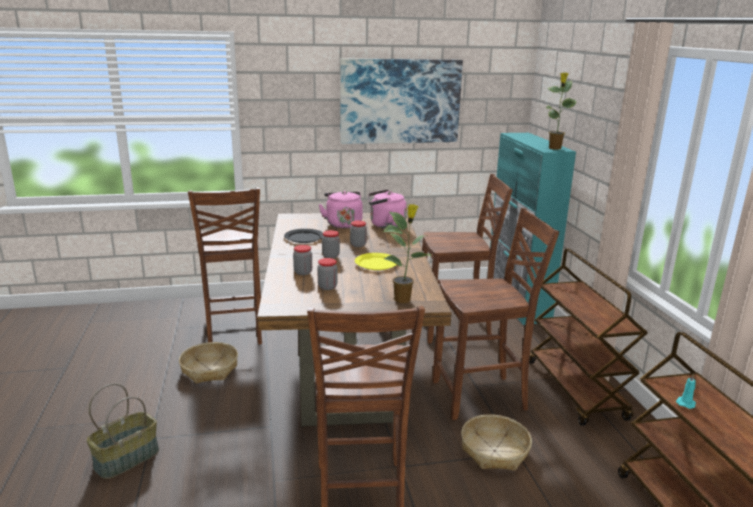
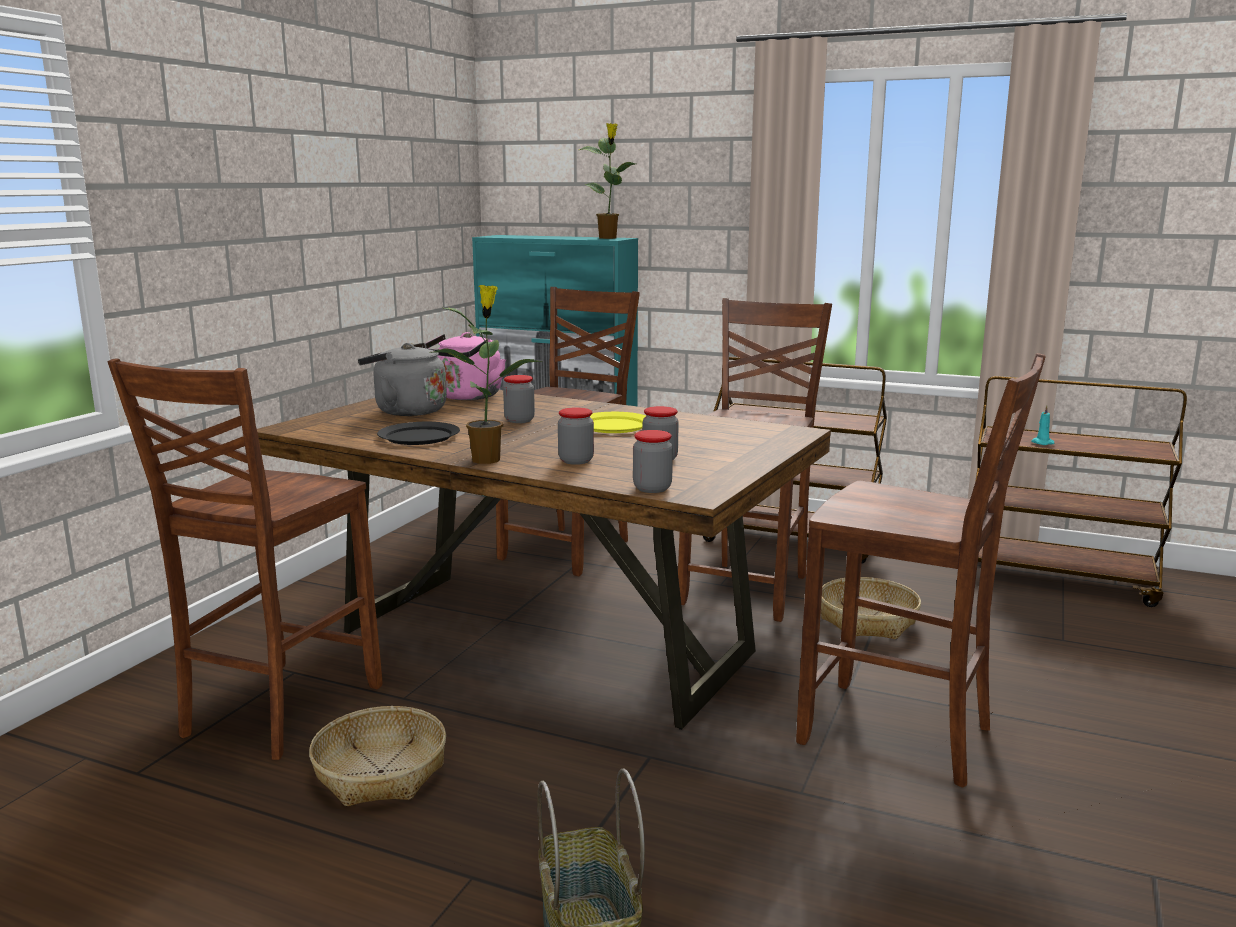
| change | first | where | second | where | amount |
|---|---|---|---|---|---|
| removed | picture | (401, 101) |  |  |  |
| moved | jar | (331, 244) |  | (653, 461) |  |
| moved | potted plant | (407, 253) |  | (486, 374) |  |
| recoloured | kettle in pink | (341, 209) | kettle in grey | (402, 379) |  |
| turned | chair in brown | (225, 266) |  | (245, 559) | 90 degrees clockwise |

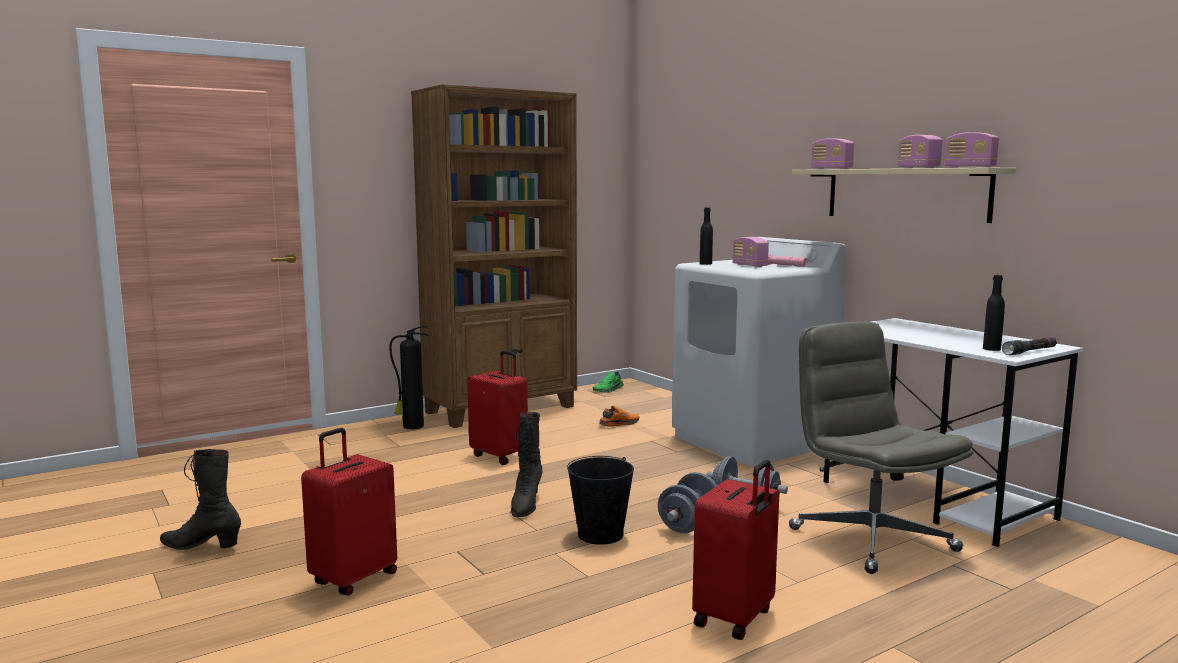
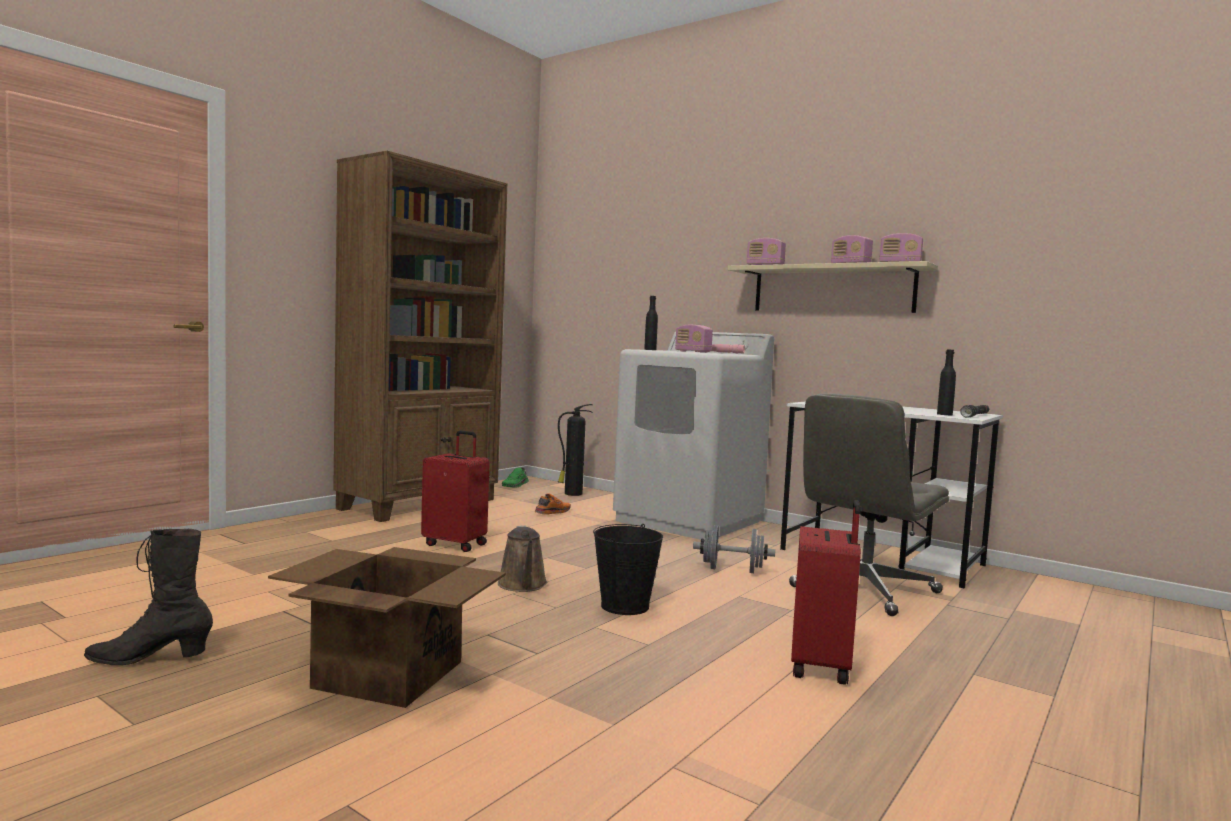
| change | first | where | second | where | amount |
|---|---|---|---|---|---|
| removed | dumbbell in grey | (687, 502) |  |  |  |
| moved | fire extinguisher | (408, 378) |  | (575, 450) |  |
| replaced | suitcase in red | (349, 512) | cardboard box | (387, 627) |  |
| replaced | boot in black | (526, 464) | watering can in brown | (522, 559) |  |
| turned | office chair in grey | (881, 447) |  | (869, 504) | 90 degrees counterclockwise |

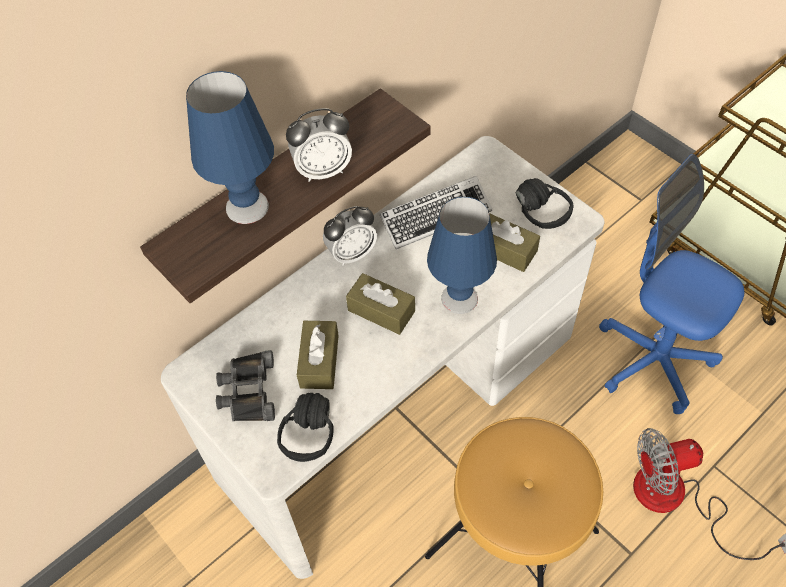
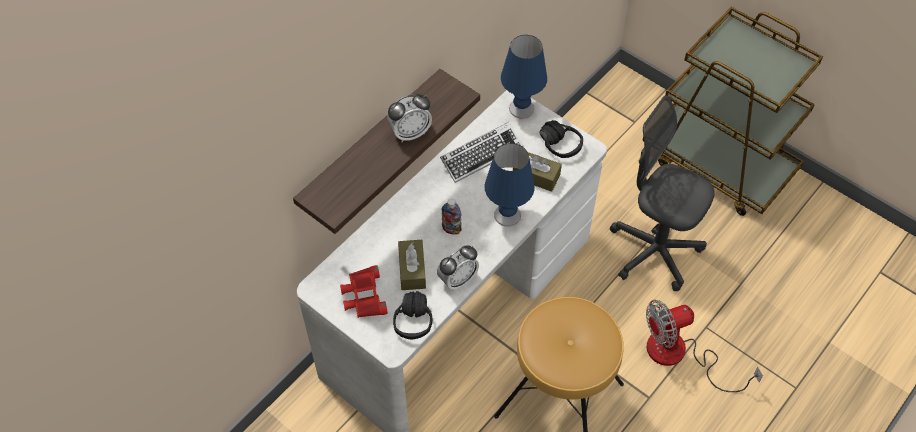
| change | first | where | second | where | amount |
|---|---|---|---|---|---|
| moved | table lamp in blue | (230, 147) |  | (524, 76) |  |
| moved | alarm clock | (350, 236) |  | (458, 268) |  |
| replaced | tissue box in brown | (380, 304) | bottle | (451, 217) |  |
| recoloured | binoculars in black | (245, 385) | binoculars in red | (364, 291) |  |
| recoloured | office chair in blue | (671, 284) | office chair in grey | (662, 193) |  |

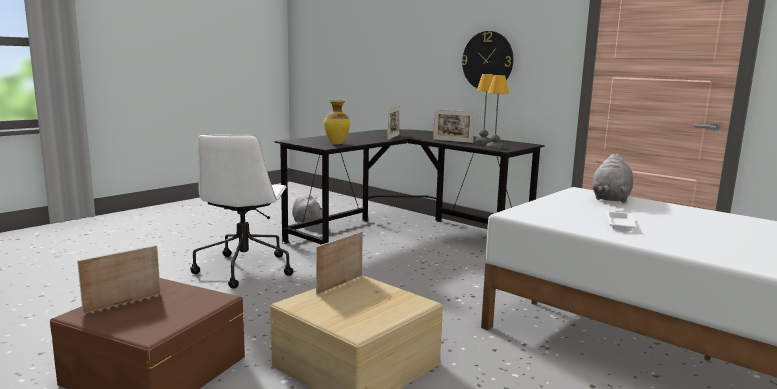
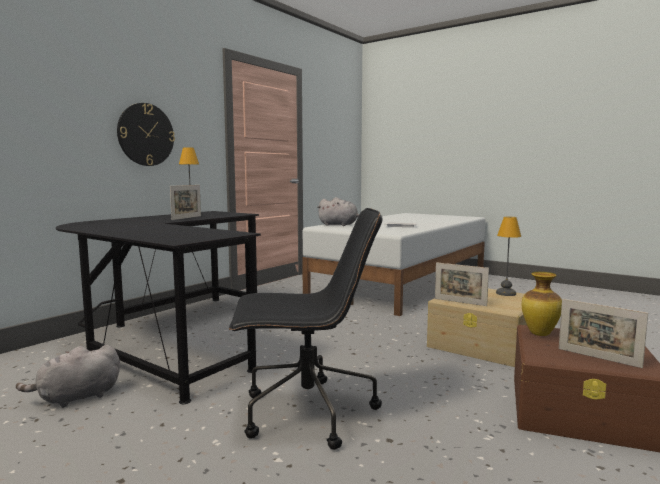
| change | first | where | second | where | amount |
|---|---|---|---|---|---|
| removed | picture frame | (393, 123) |  |  |  |
| moved | vase | (337, 122) |  | (542, 304) |  |
| moved | table lamp | (497, 112) |  | (508, 256) |  |
| recoloured | office chair in white | (241, 211) | office chair in black | (306, 329) |  |

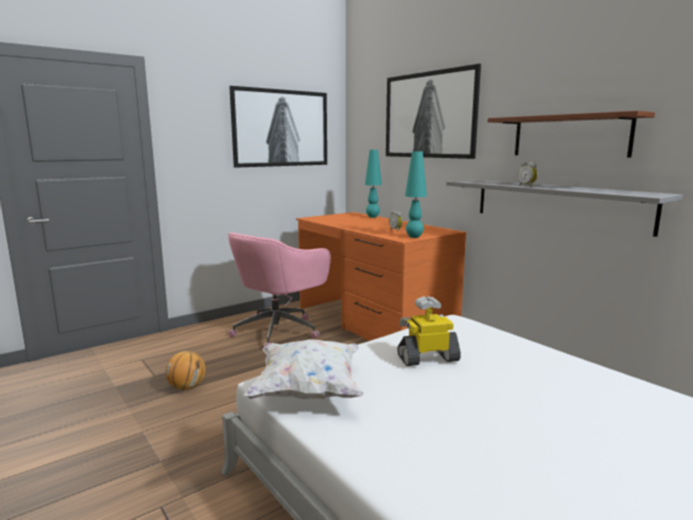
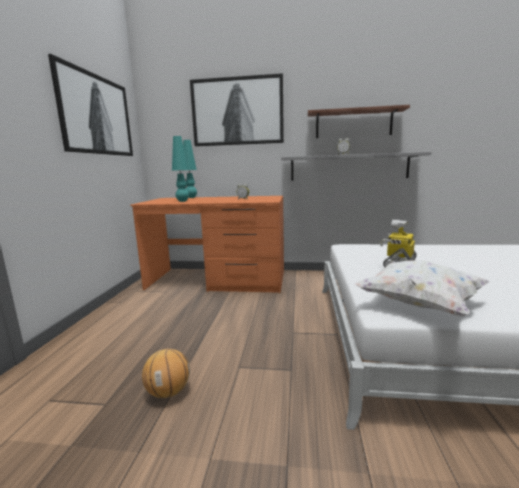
| change | first | where | second | where | amount |
|---|---|---|---|---|---|
| removed | office chair in pink | (279, 289) |  |  |  |
| moved | table lamp in turquoise | (416, 194) |  | (180, 169) |  |

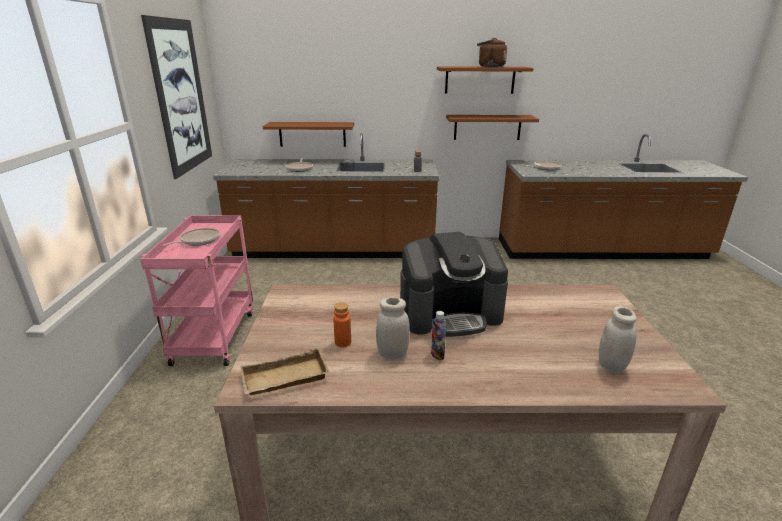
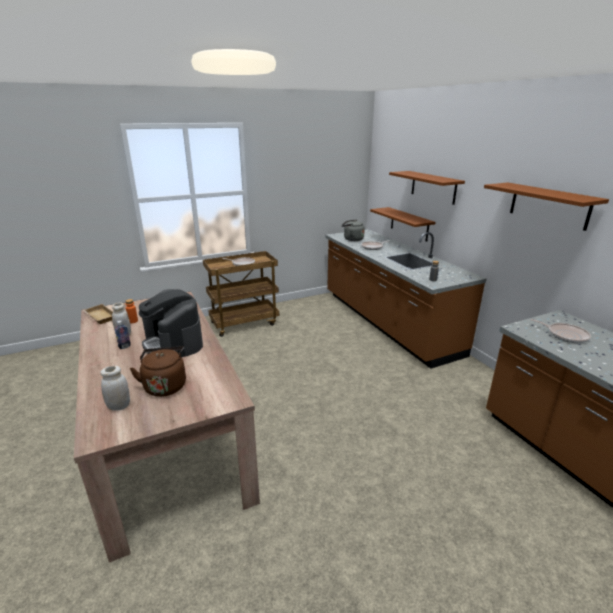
| change | first | where | second | where | amount |
|---|---|---|---|---|---|
| removed | picture | (176, 97) |  |  |  |
| added |  |  | kettle in grey | (353, 230) |  |
| moved | shelf in brown | (492, 127) |  | (427, 188) |  |
| moved | kettle in brown | (492, 52) |  | (158, 371) |  |
| recoloured | cart in pink | (196, 290) | cart in brown | (241, 294) |  |

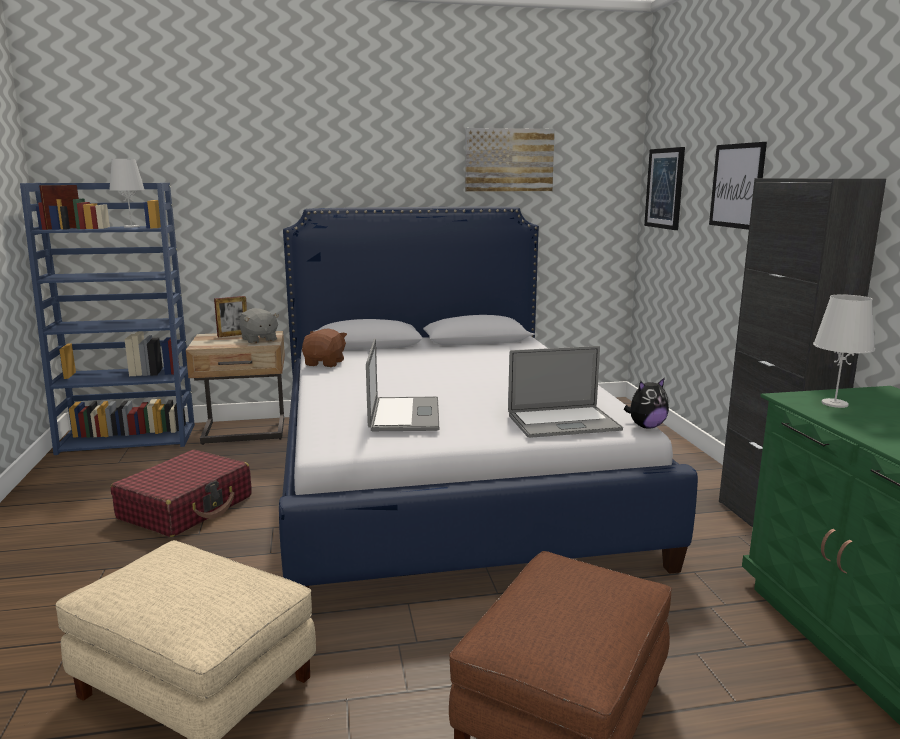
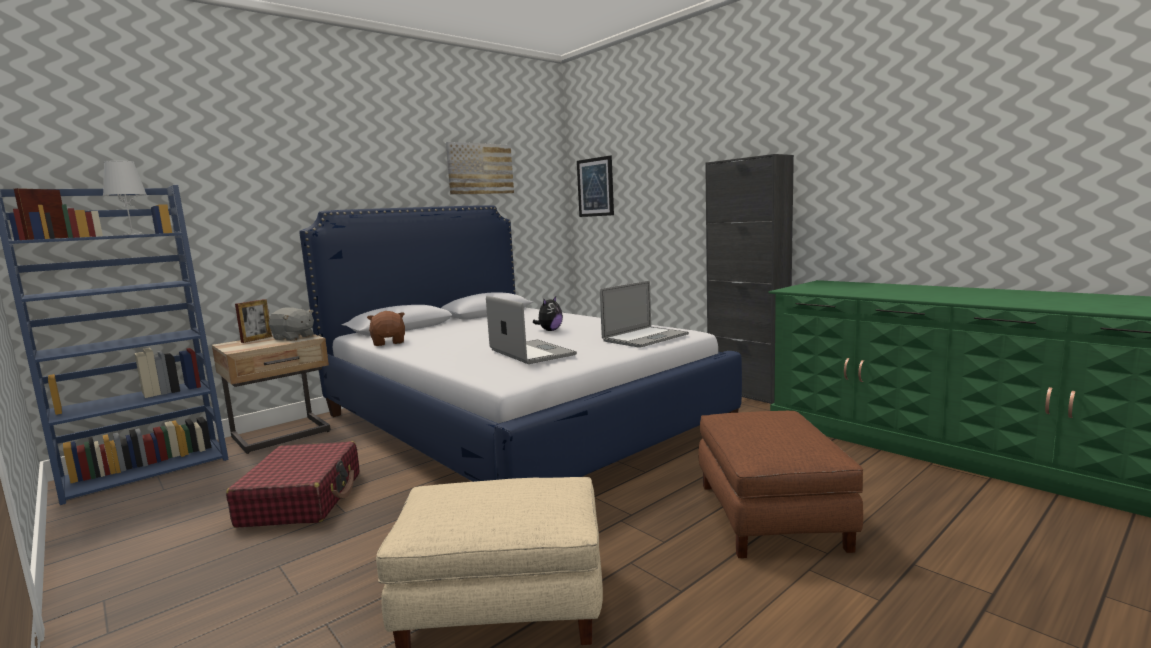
| change | first | where | second | where | amount |
|---|---|---|---|---|---|
| removed | picture | (738, 186) |  |  |  |
| removed | table lamp in white | (844, 351) |  |  |  |
| moved | plush toy | (646, 403) |  | (547, 313) |  |

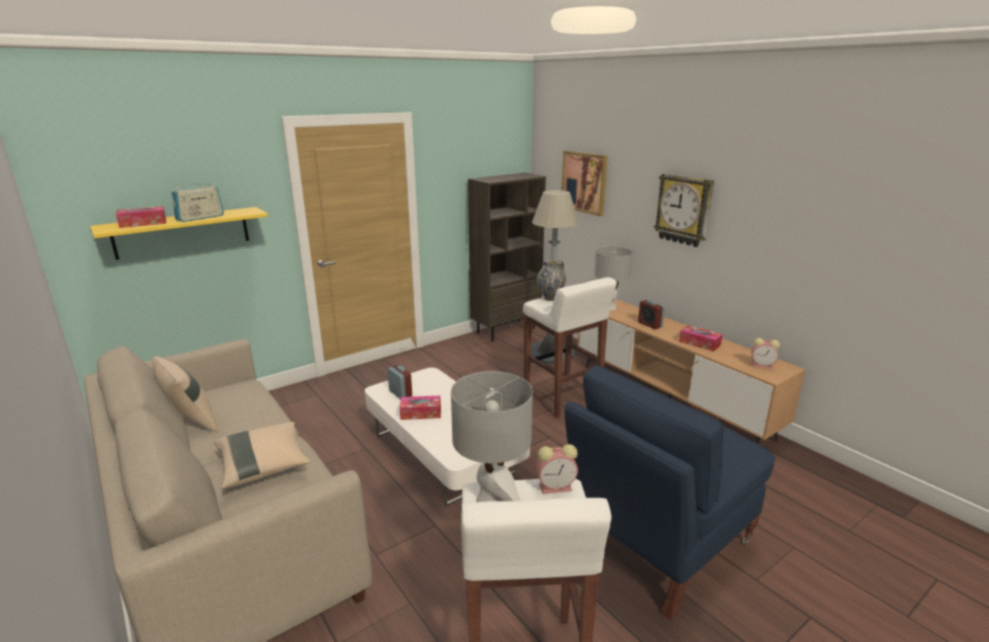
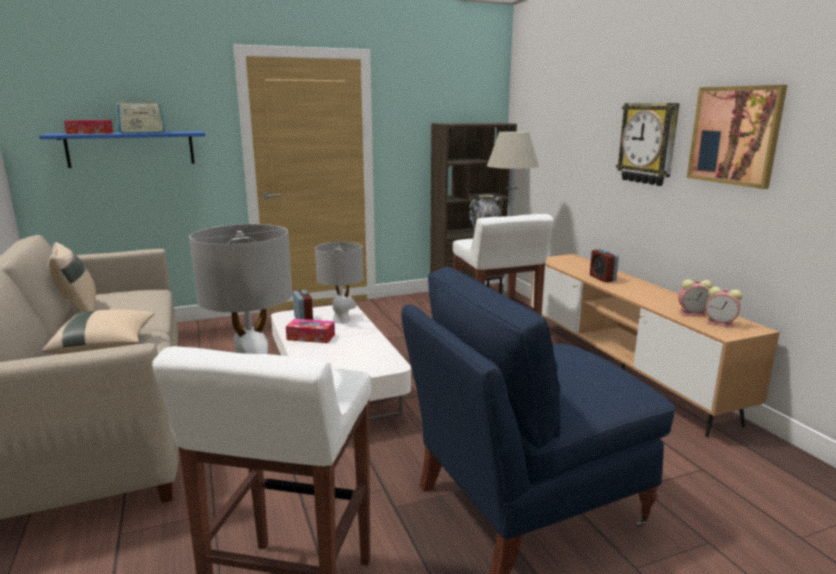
| change | first | where | second | where | amount |
|---|---|---|---|---|---|
| removed | tissue box | (701, 338) |  |  |  |
| moved | alarm clock | (557, 469) |  | (695, 297) |  |
| moved | picture | (585, 183) |  | (737, 137) |  |
| moved | table lamp in grey | (613, 278) |  | (339, 283) |  |
| recoloured | shelf in yellow | (179, 233) | shelf in blue | (122, 149) |  |

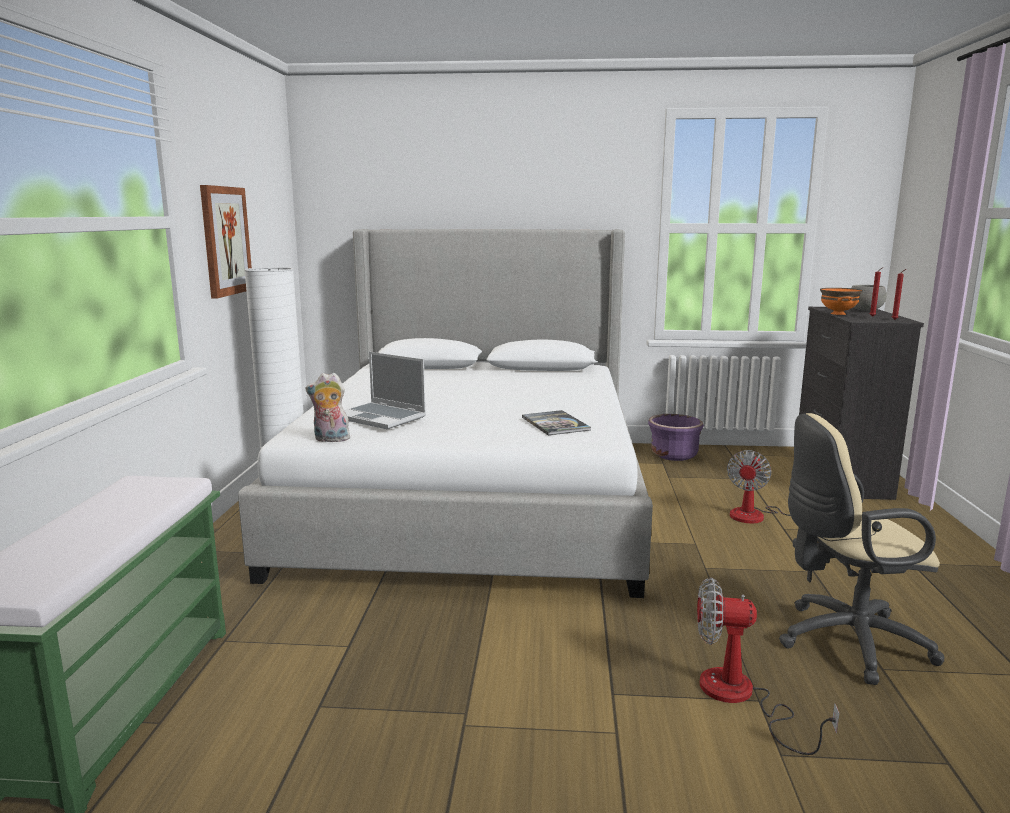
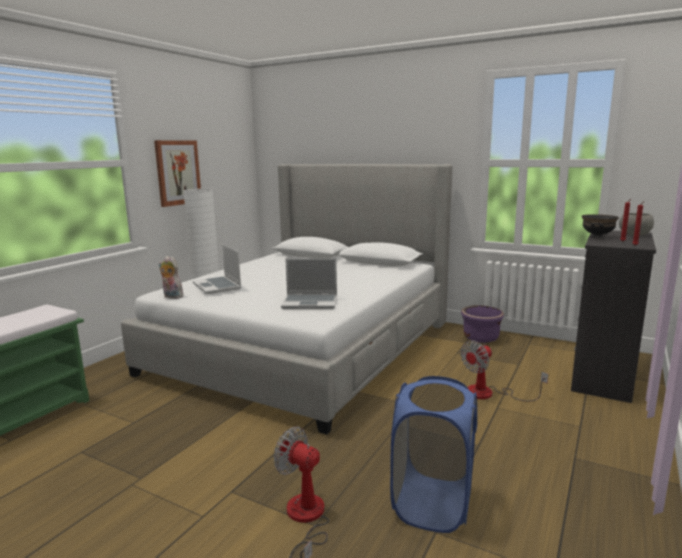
| change | first | where | second | where | amount |
|---|---|---|---|---|---|
| replaced | book | (556, 422) | laptop | (309, 283) |  |
| replaced | office chair in beige | (861, 549) | laundry basket in blue | (433, 454) |  |
| recoloured | bowl in orange | (841, 301) | bowl in black | (600, 226) |  |

